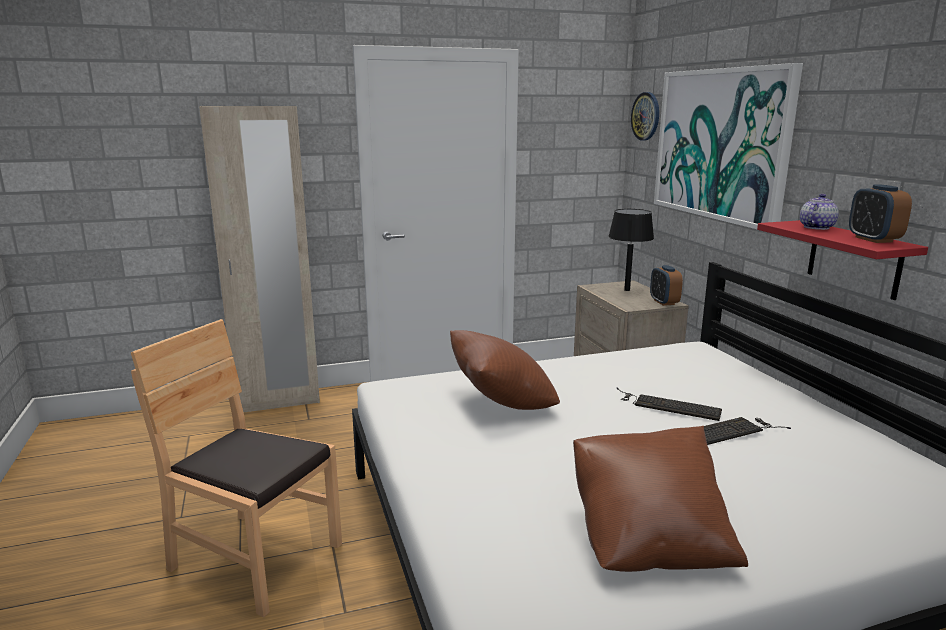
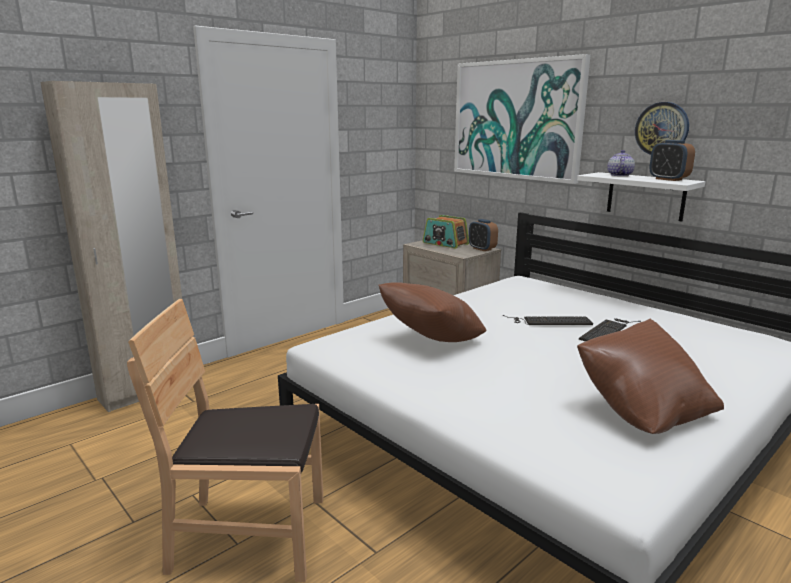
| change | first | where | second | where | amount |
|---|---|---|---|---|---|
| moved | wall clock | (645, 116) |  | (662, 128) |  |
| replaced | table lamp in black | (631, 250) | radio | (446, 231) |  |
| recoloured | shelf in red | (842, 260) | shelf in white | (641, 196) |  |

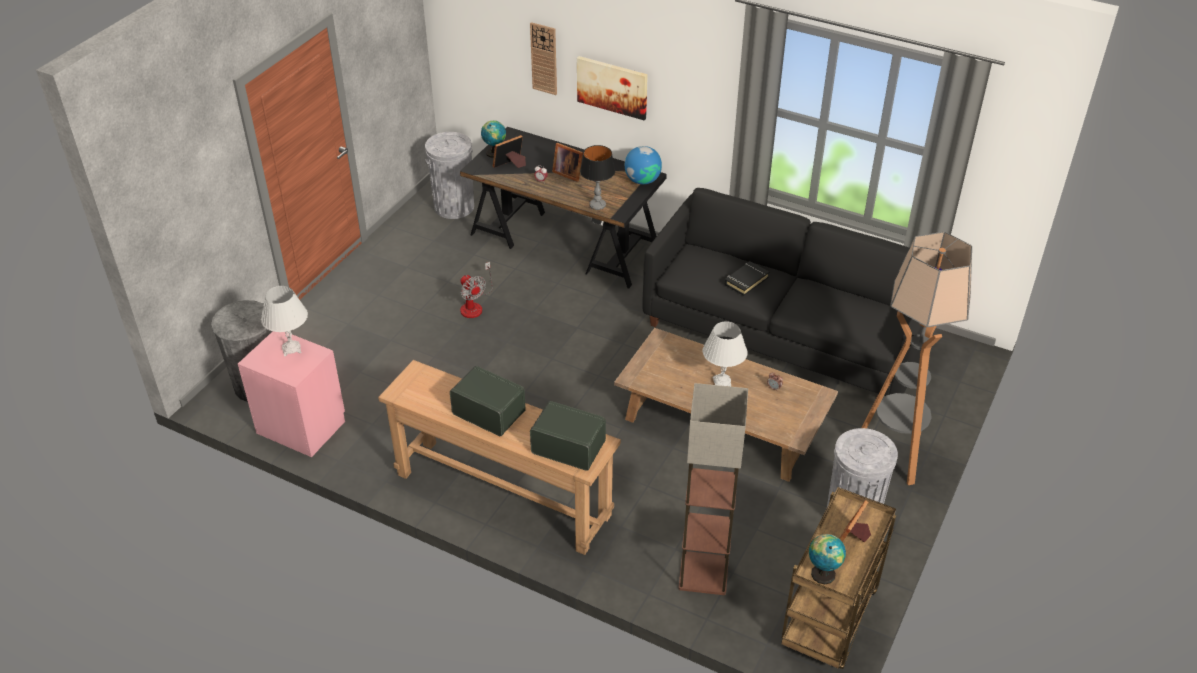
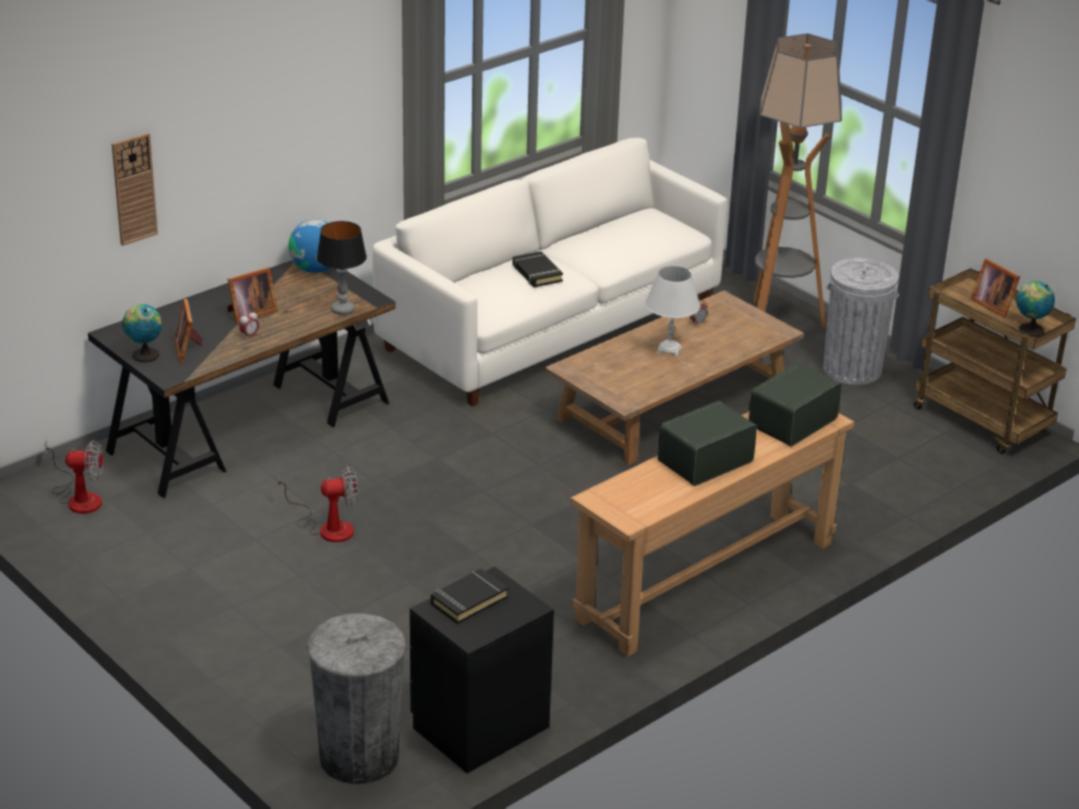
| change | first | where | second | where | amount |
|---|---|---|---|---|---|
| removed | picture | (612, 88) |  |  |  |
| removed | floor lamp | (713, 489) |  |  |  |
| replaced | table lamp in white | (284, 321) | book in black | (469, 596) |  |
| replaced | trash can in grey | (449, 175) | fan | (74, 476) |  |
| recoloured | nightstand in pink | (291, 394) | nightstand in black | (482, 669) |  |
| recoloured | sofa in black | (782, 292) | sofa in white | (549, 272) |  |

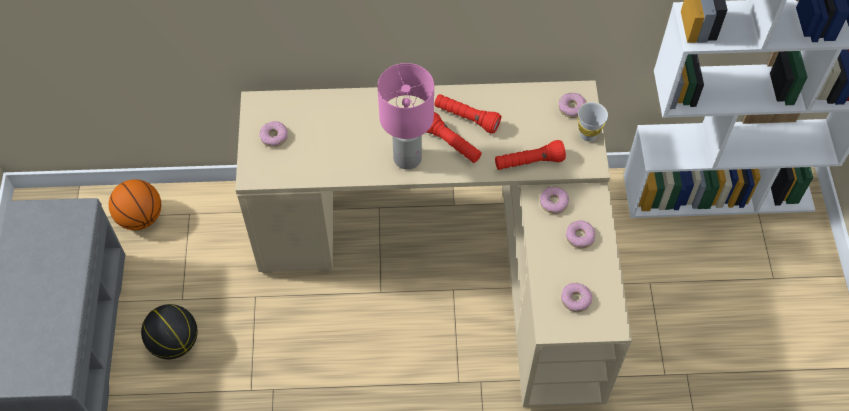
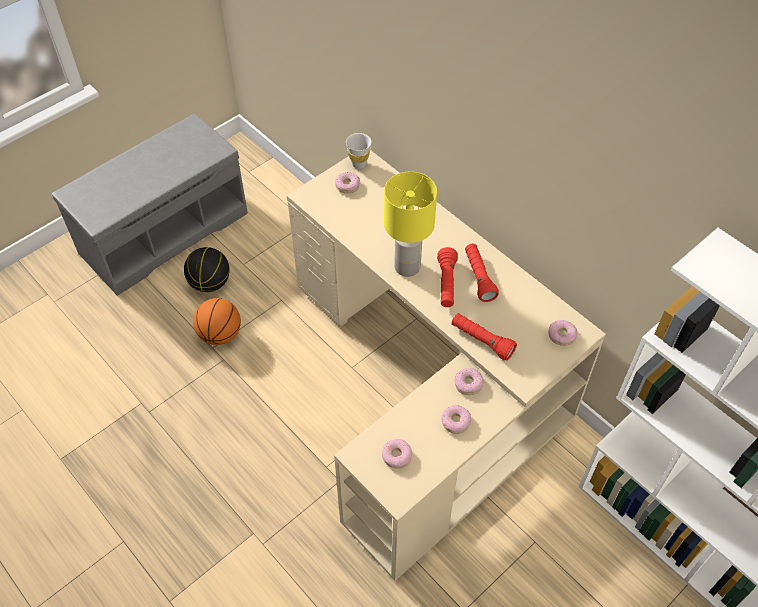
| change | first | where | second | where | amount |
|---|---|---|---|---|---|
| moved | basketball | (135, 204) |  | (217, 321) |  |
| moved | cup in white | (593, 121) |  | (358, 151) |  |
| recoloured | table lamp in pink | (406, 116) | table lamp in yellow | (410, 224) |  |

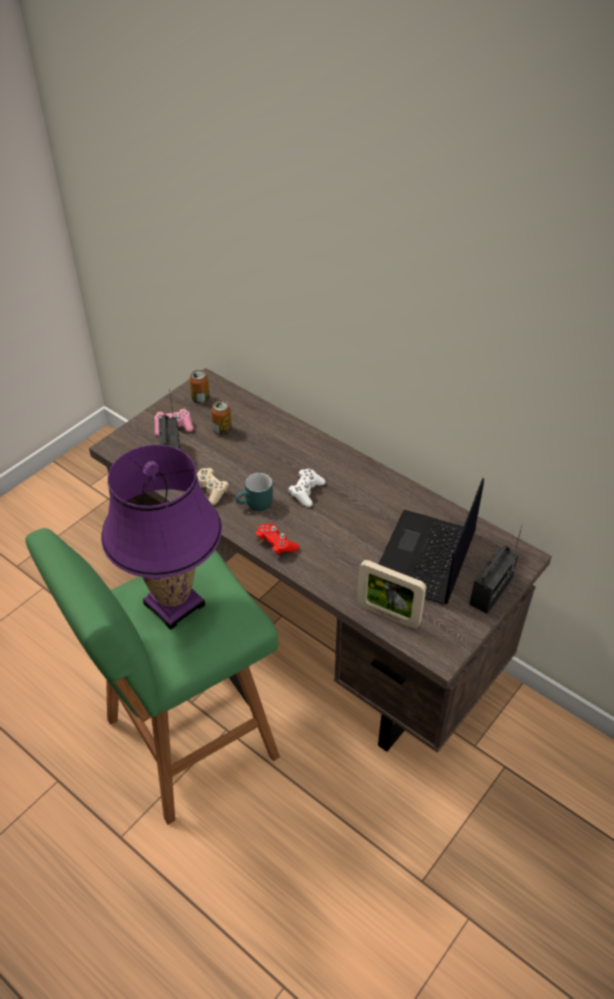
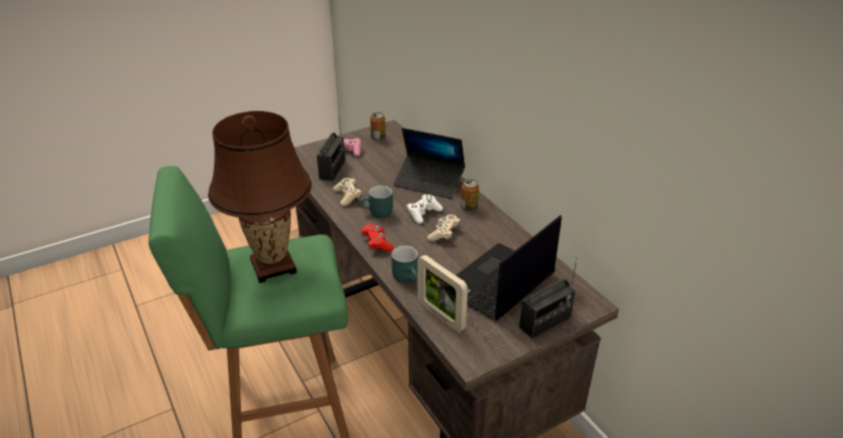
| change | first | where | second | where | amount |
|---|---|---|---|---|---|
| added |  |  | mug in turquoise | (404, 264) |  |
| added |  |  | laptop | (429, 163) |  |
| added |  |  | game controller in beige | (443, 228) |  |
| moved | can | (221, 418) |  | (470, 195) |  |
| recoloured | table lamp in purple | (161, 537) | table lamp in brown | (260, 197) |  |

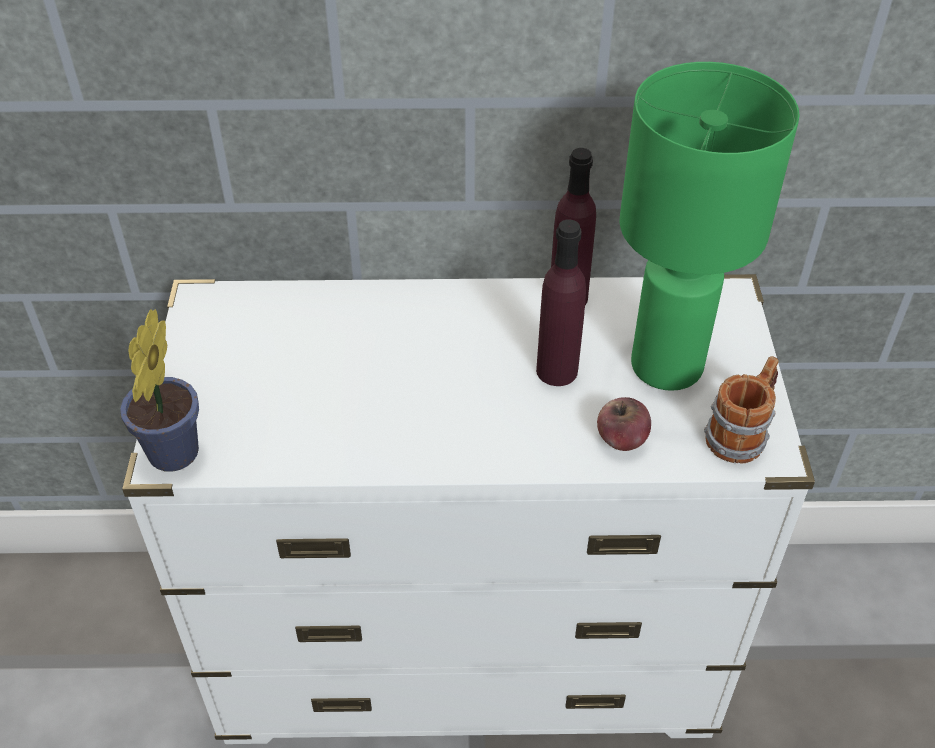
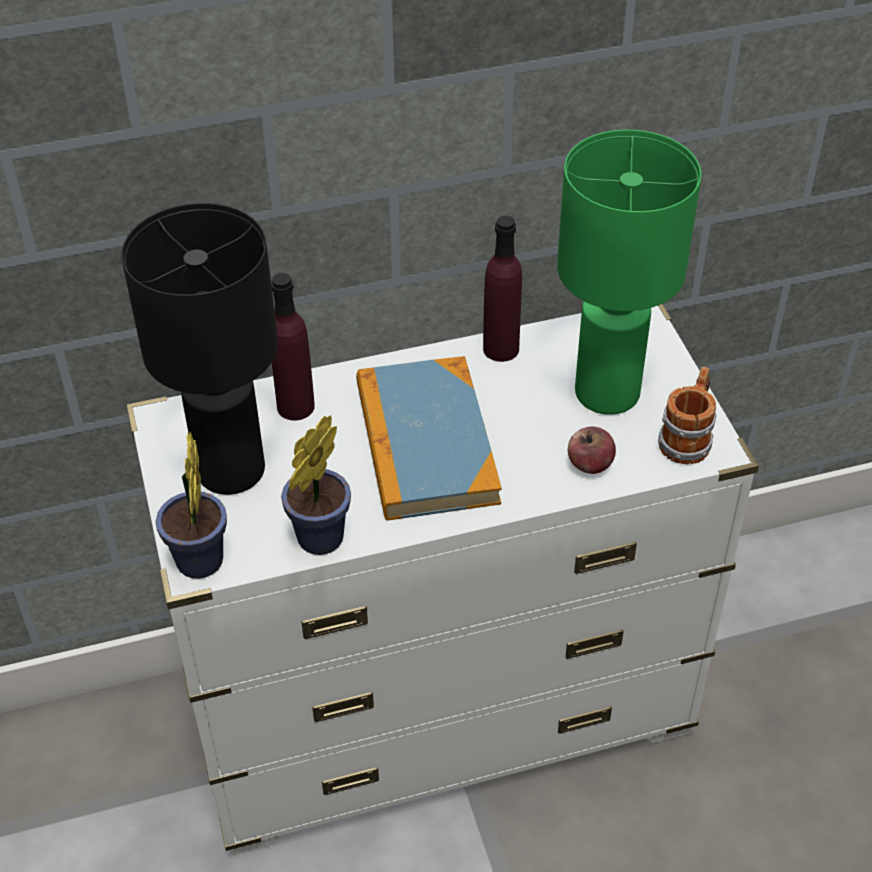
| change | first | where | second | where | amount |
|---|---|---|---|---|---|
| added |  |  | table lamp in black | (199, 349) |  |
| added |  |  | potted plant | (316, 485) |  |
| added |  |  | book | (429, 438) |  |
| moved | bottle in purple | (561, 303) |  | (293, 346) |  |

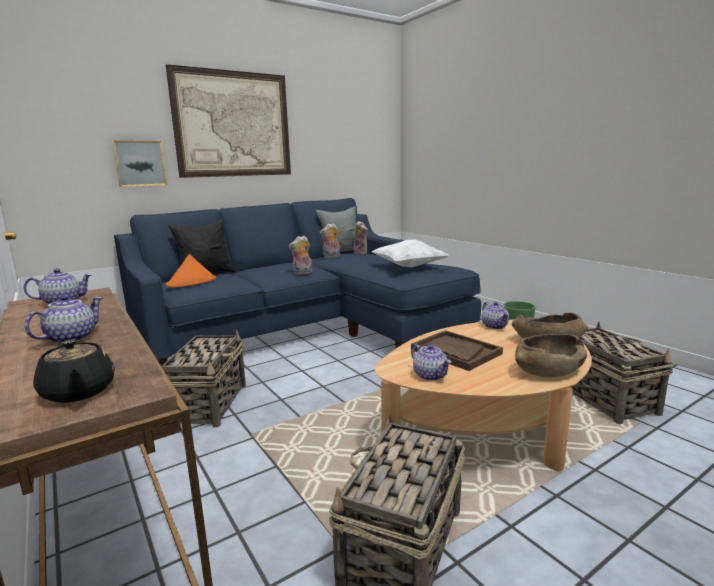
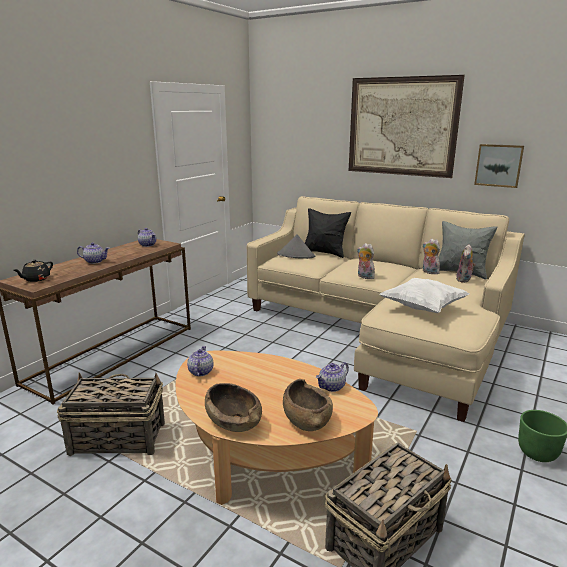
| change | first | where | second | where | amount |
|---|---|---|---|---|---|
| removed | basket | (204, 378) |  |  |  |
| removed | tray in brown | (457, 350) |  |  |  |
| moved | picture | (139, 163) |  | (499, 166) |  |
| recoloured | sofa in blue | (297, 282) | sofa in beige | (386, 309) |  |
| recoloured | hat in orange | (191, 270) | hat in grey | (296, 246) |  |
| turned | teapot | (431, 362) |  | (200, 361) | 150 degrees clockwise |

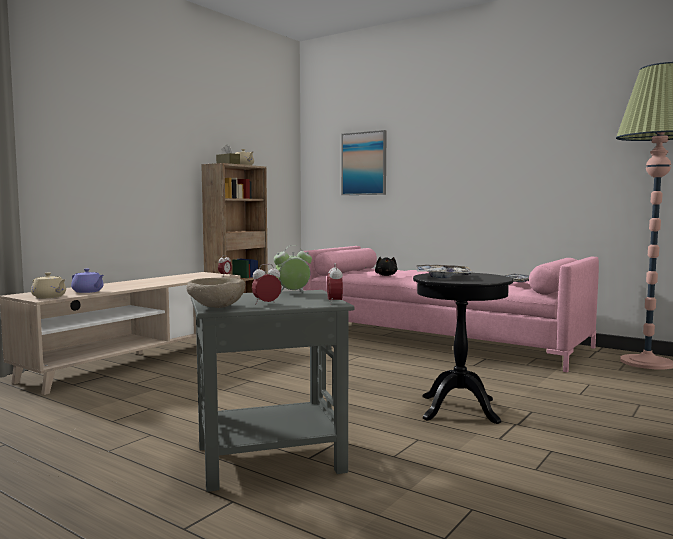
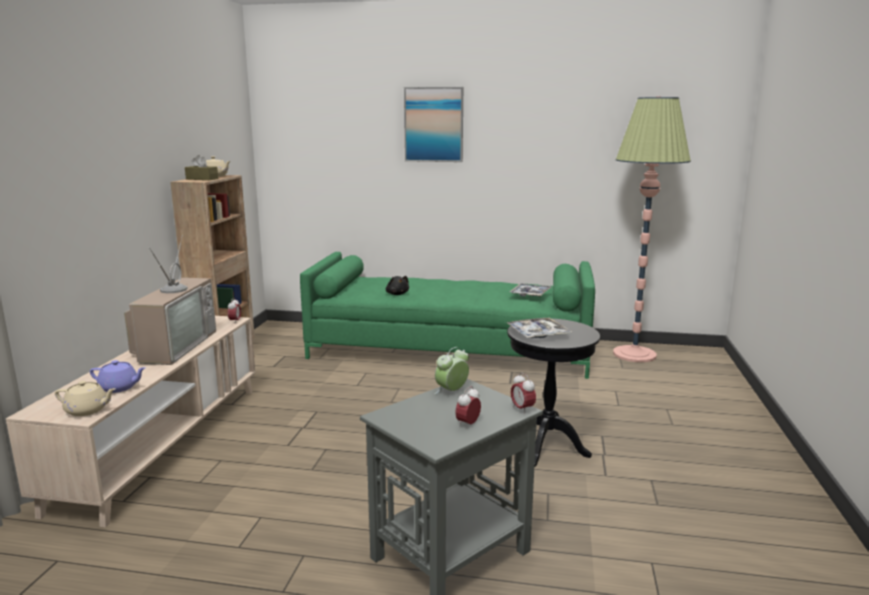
| change | first | where | second | where | amount |
|---|---|---|---|---|---|
| removed | bowl in beige | (215, 293) |  |  |  |
| added |  |  | television | (170, 300) |  |
| moved | picture | (364, 162) |  | (433, 124) |  |
| recoloured | sofa in pink | (451, 309) | sofa in green | (447, 315) |  |

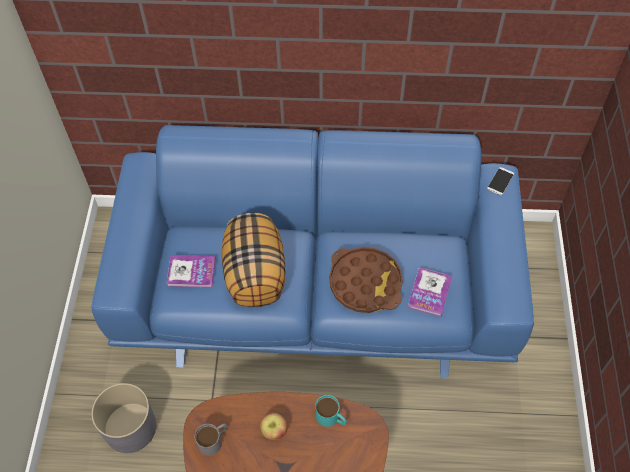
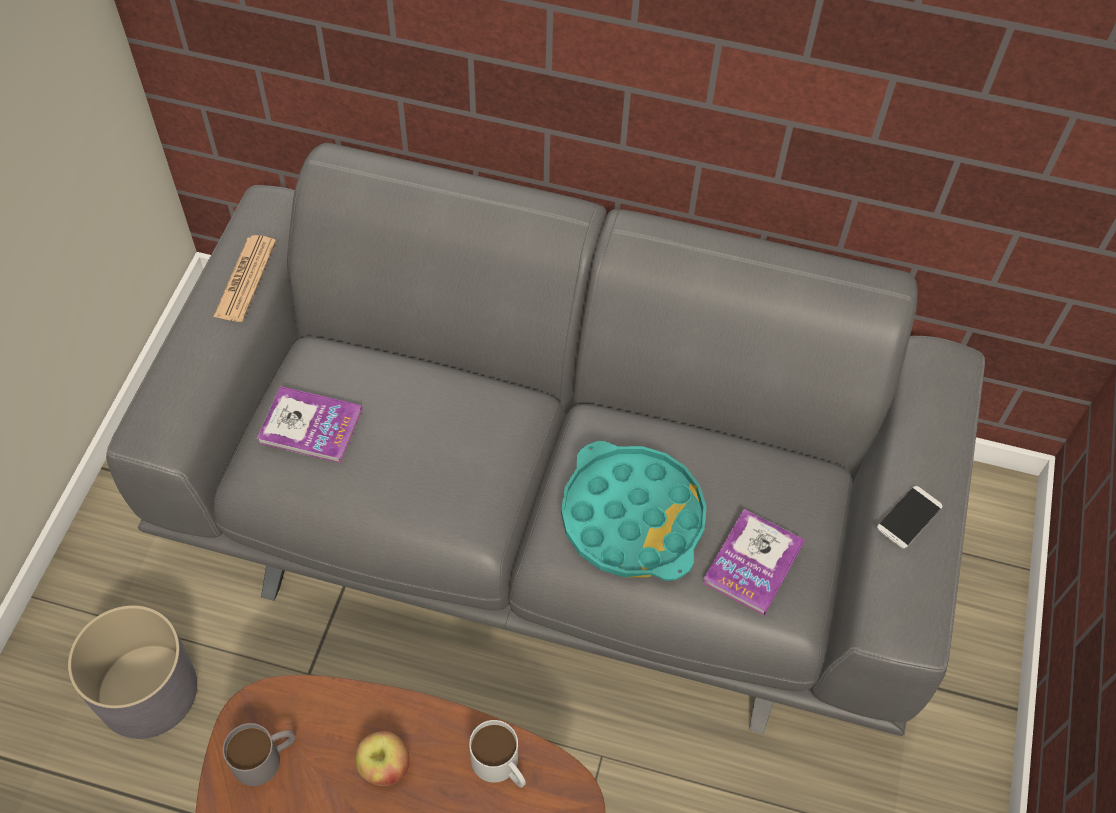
| change | first | where | second | where | amount |
|---|---|---|---|---|---|
| removed | pillow | (254, 260) |  |  |  |
| added |  |  | newspaper | (244, 278) |  |
| moved | phone | (500, 181) |  | (909, 517) |  |
| recoloured | sofa in blue | (312, 251) | sofa in grey | (545, 439) |  |
| recoloured | mug in turquoise | (331, 411) | mug in white | (497, 754) |  |
| recoloured | tray in brown | (366, 280) | tray in turquoise | (634, 511) |  |

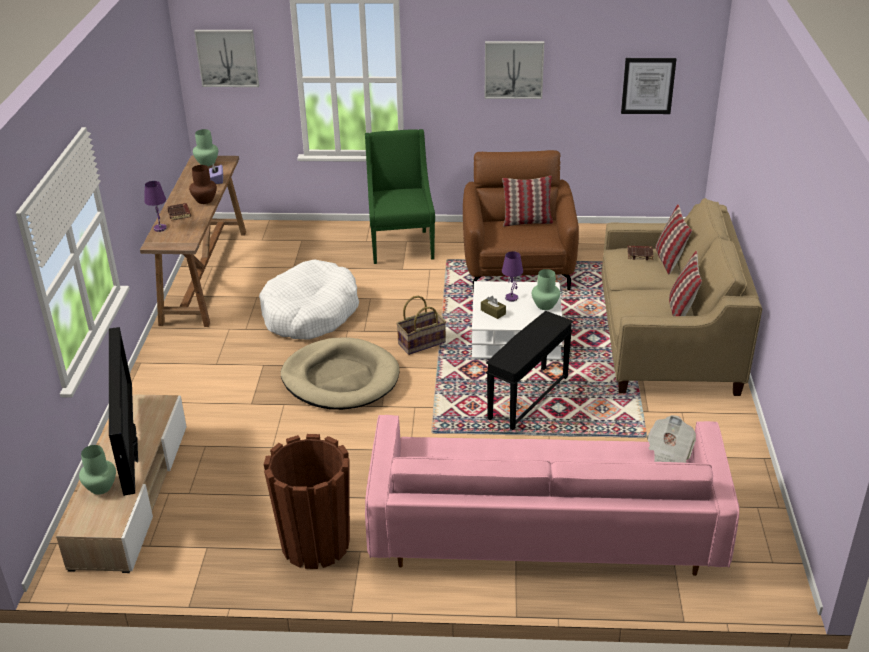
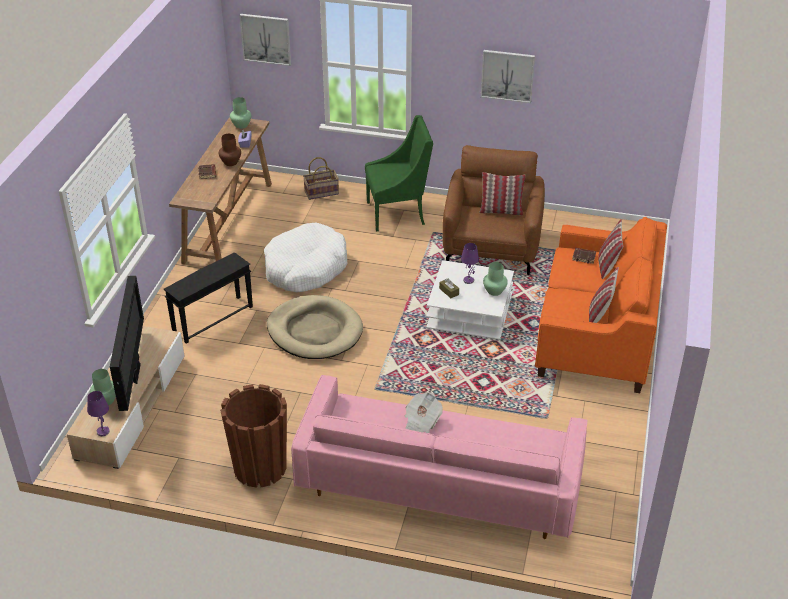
| change | first | where | second | where | amount |
|---|---|---|---|---|---|
| removed | picture | (648, 86) |  |  |  |
| moved | table lamp in purple | (155, 206) |  | (98, 413) |  |
| moved | basket | (421, 325) |  | (321, 178) |  |
| moved | side table in black | (530, 370) |  | (208, 298) |  |
| moved | newspaper | (671, 439) |  | (424, 412) |  |
| recoloured | sofa in beige | (681, 297) | sofa in orange | (601, 304) |  |
| turned | armchair in green | (400, 196) |  | (399, 173) | 75 degrees clockwise |

